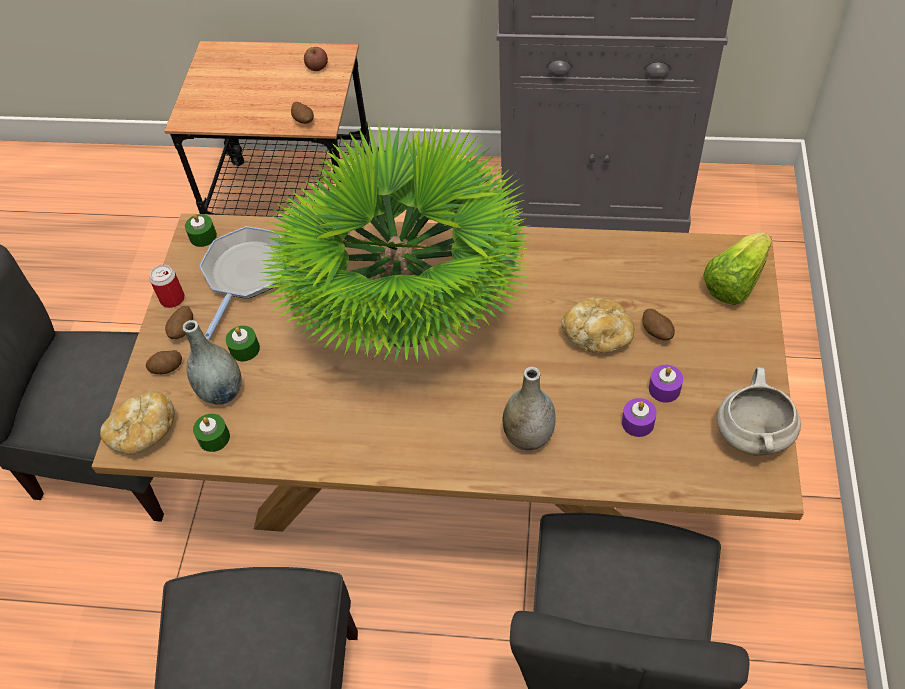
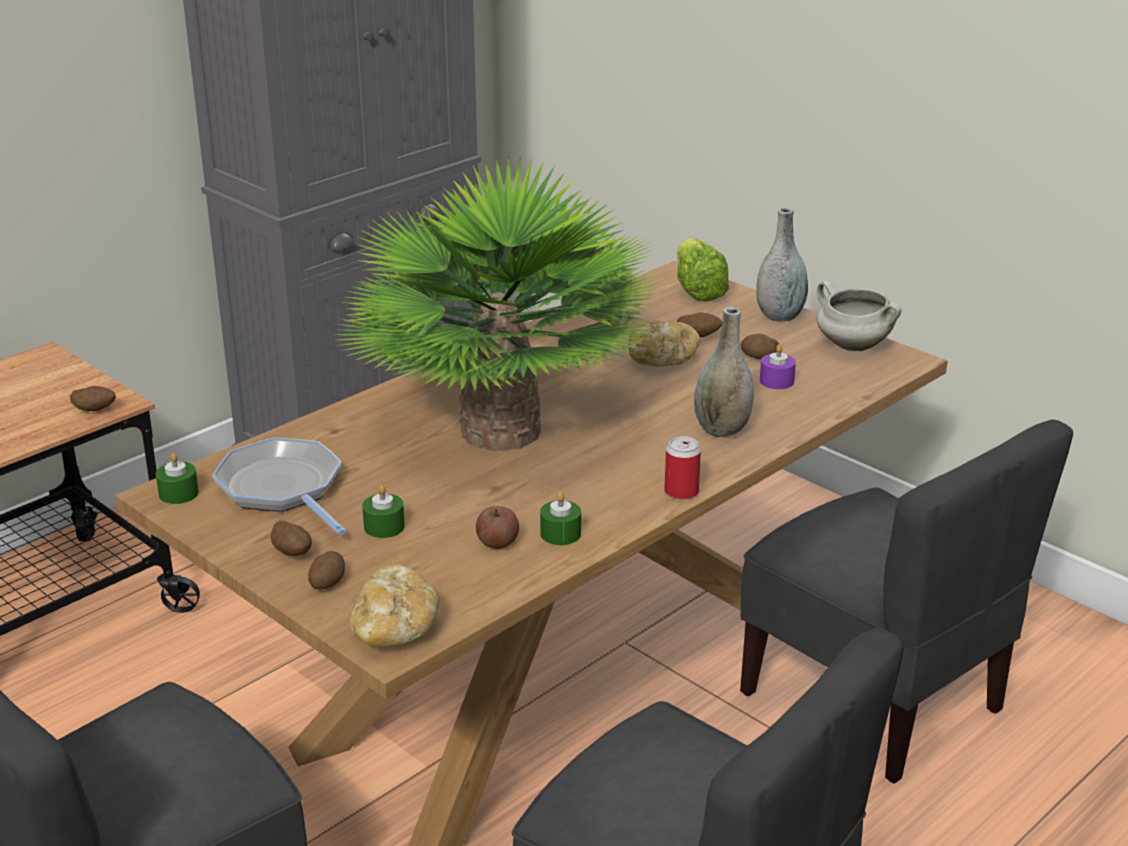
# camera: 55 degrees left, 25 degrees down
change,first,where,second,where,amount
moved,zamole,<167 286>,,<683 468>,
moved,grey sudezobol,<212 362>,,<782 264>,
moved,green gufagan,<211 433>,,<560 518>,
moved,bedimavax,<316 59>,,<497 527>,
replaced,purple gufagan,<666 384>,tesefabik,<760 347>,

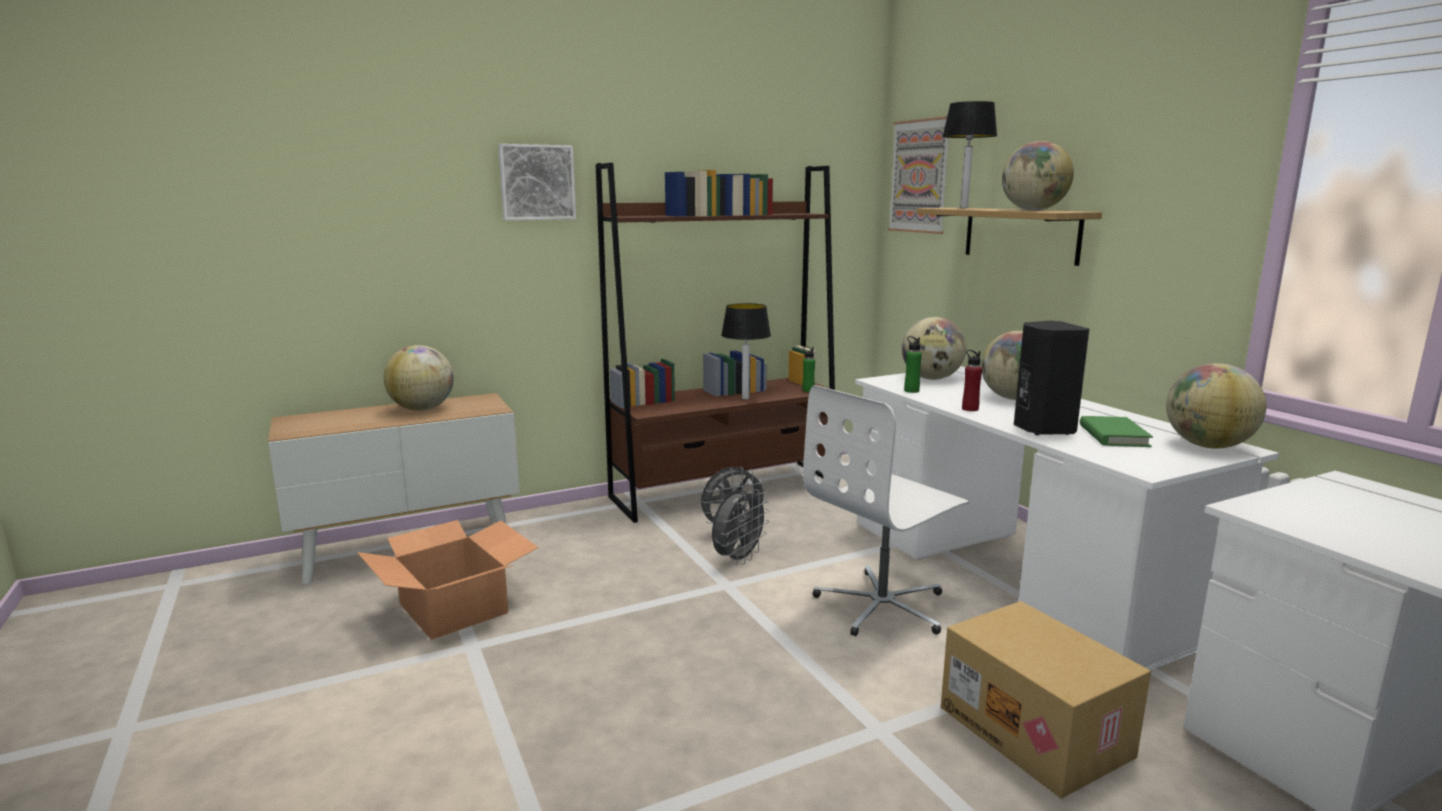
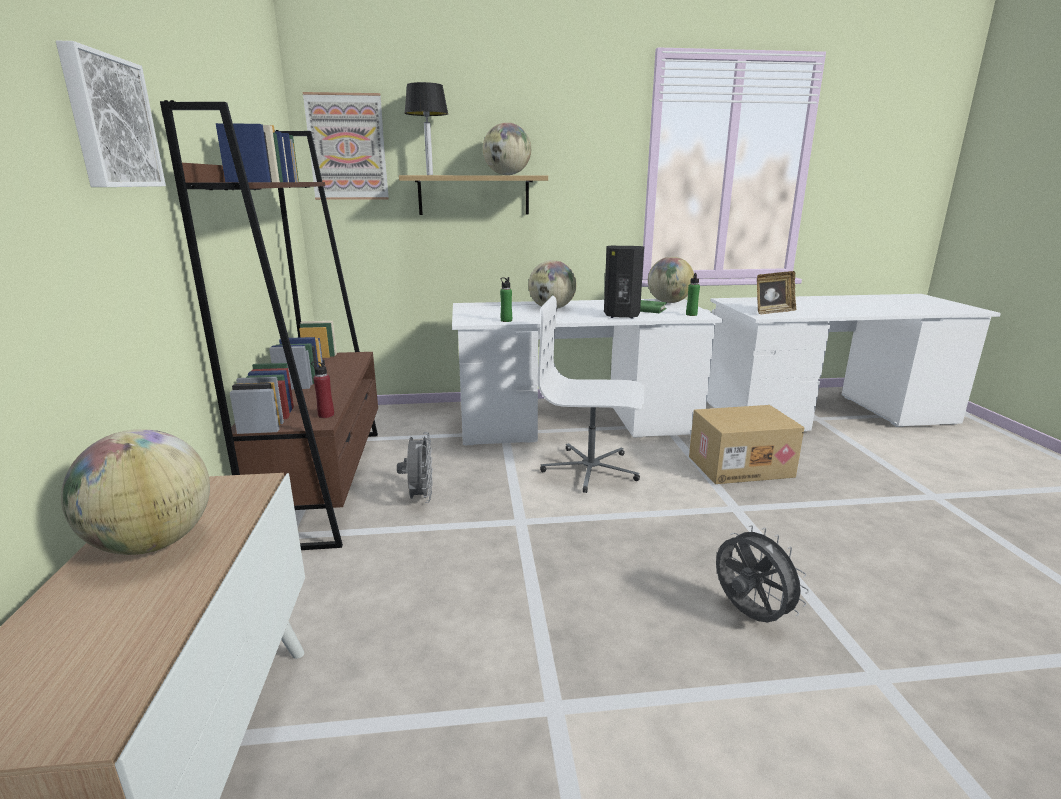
# camera: 70 degrees left, 5 degrees up
change,first,where,second,where,amount
removed,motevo,<448 580>,,,
moved,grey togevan,<741 527>,,<762 573>,
removed,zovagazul,<746 351>,,,
moved,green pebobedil,<808 369>,,<693 294>,
turned,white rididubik,<886 510>,,<591 394>,120 degrees clockwise
removed,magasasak,<934 348>,,,
moved,red pebobedil,<972 380>,,<322 389>,
added,,,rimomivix,<777 292>,

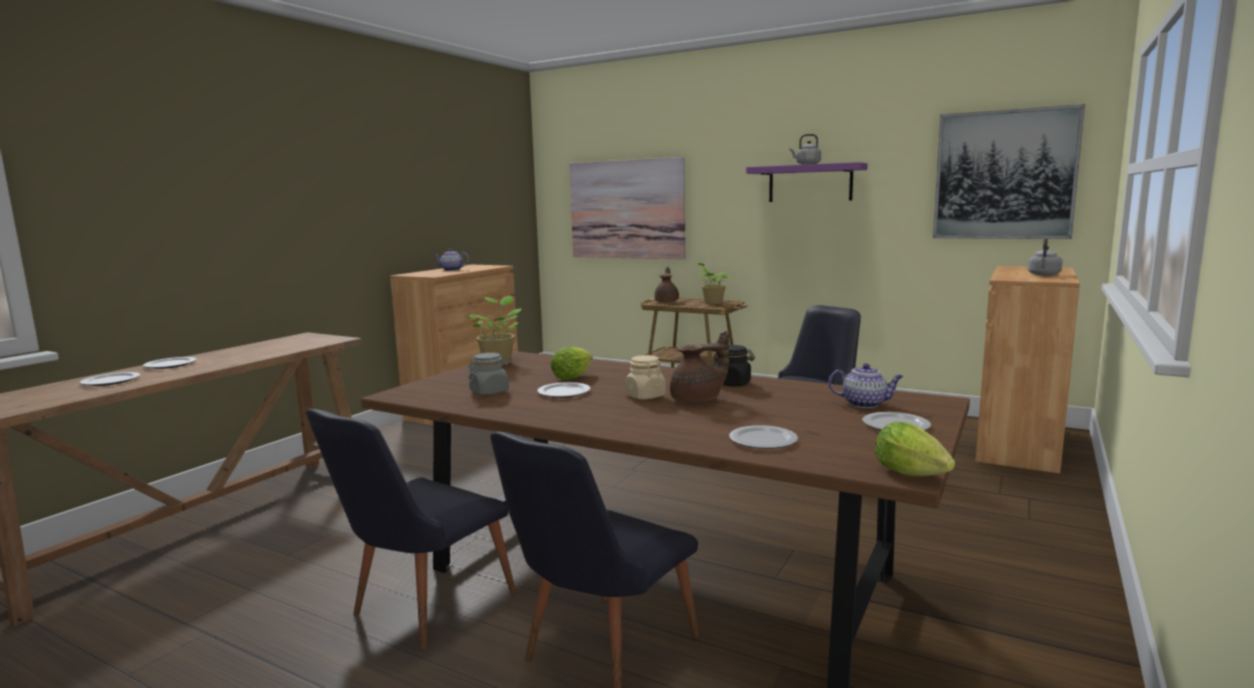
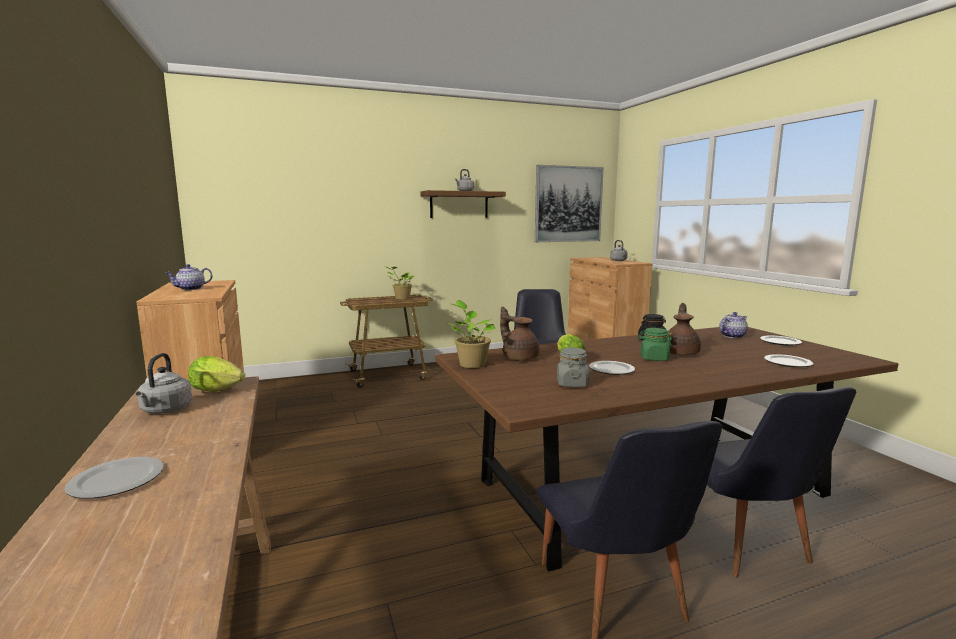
# camera: 50 degrees left, 0 degrees up
change,first,where,second,where,amount
removed,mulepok,<110 379>,,,
removed,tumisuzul,<627 208>,,,
recoloured,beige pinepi,<645 377>,green pinepi,<655 344>,
moved,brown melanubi,<666 285>,,<519 334>,
recoloured,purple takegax,<806 182>,brown takegax,<463 204>,
moved,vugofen,<915 449>,,<216 374>,
added,,,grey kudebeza,<164 383>,

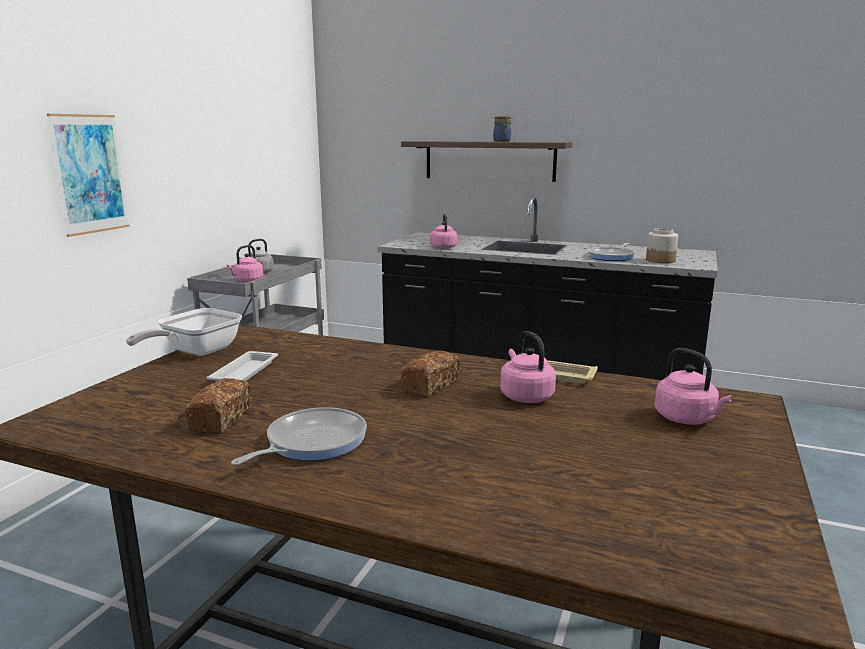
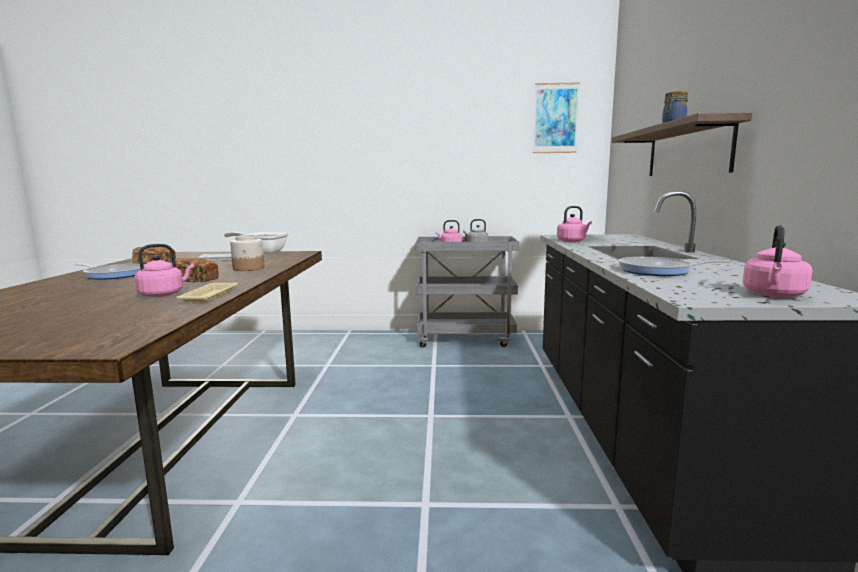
# camera: 70 degrees right, 5 degrees down
change,first,where,second,where,amount
moved,tumisuzul,<88 175>,,<556 117>,
moved,pinepi,<662 245>,,<247 253>,
moved,pink kudebeza,<693 386>,,<777 261>,

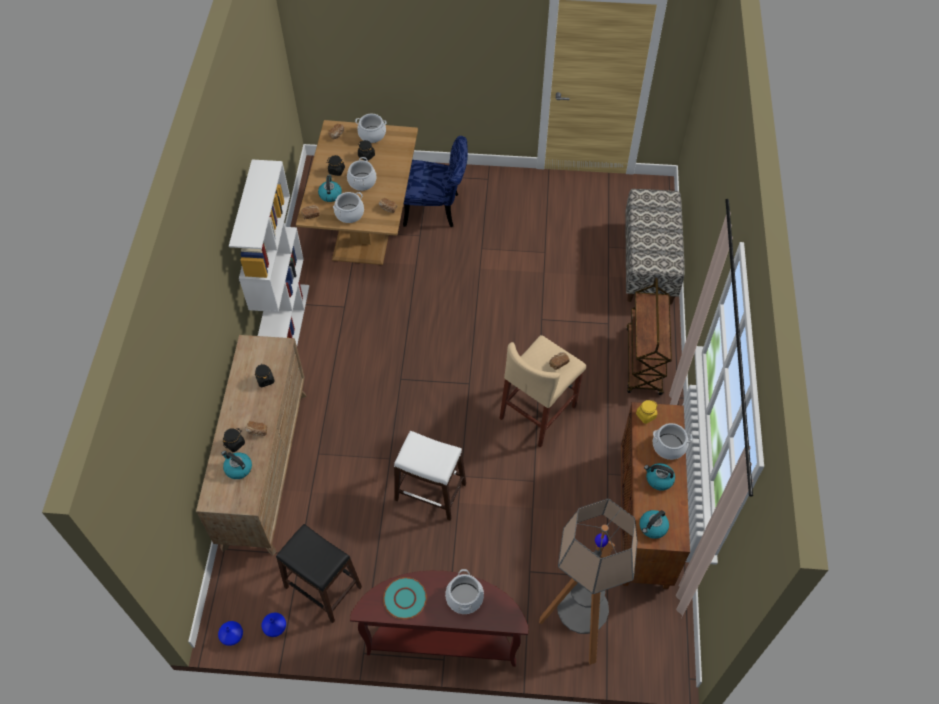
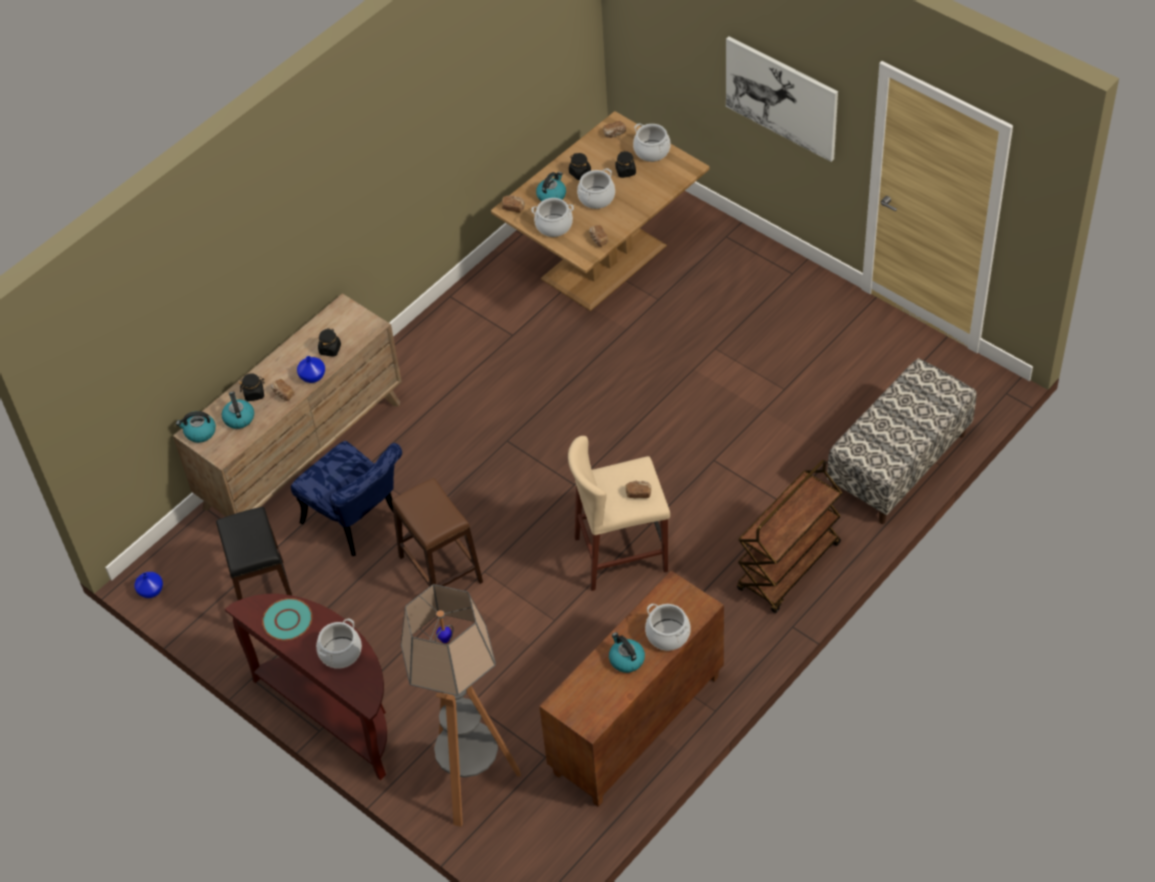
# camera: 40 degrees right, 5 degrees down
change,first,where,second,where,amount
removed,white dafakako,<269 252>,,,
moved,blue sudezobol,<274 624>,,<311 369>,
recoloured,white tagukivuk,<430 476>,brown tagukivuk,<437 532>,
moved,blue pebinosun,<435 182>,,<346 498>,
removed,yellow pinepi,<646 412>,,,
moved,kudebeza,<654 524>,,<196 427>,
added,,,tumisuzul,<782 99>,

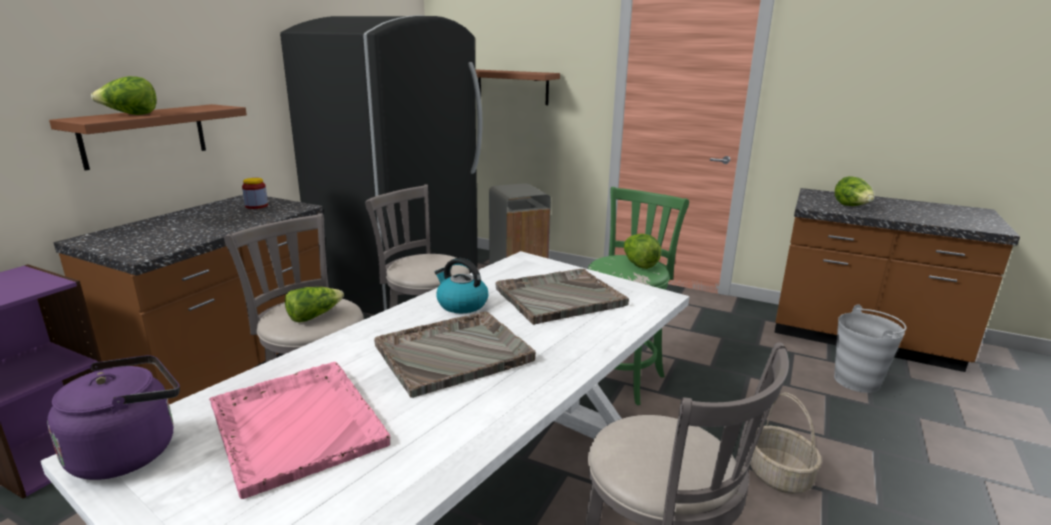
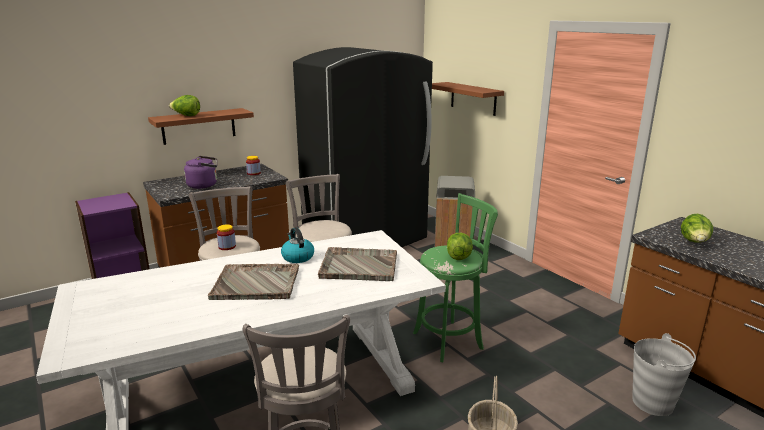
# camera: 30 degrees right, 0 degrees up
change,first,where,second,where,amount
moved,purple kudebeza,<113 417>,,<200 172>,
removed,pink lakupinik,<299 430>,,,
replaced,vugofen,<314 304>,pinepi,<226 237>,

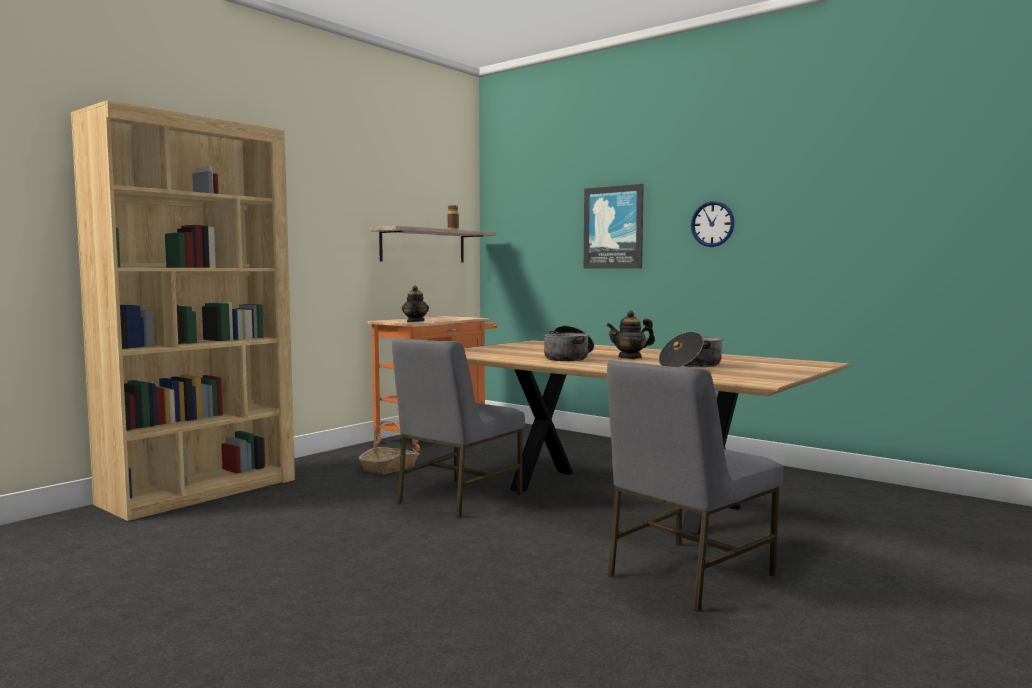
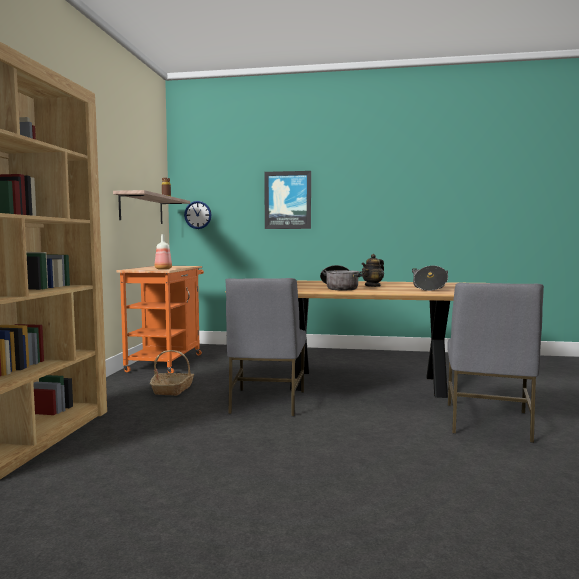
# camera: 30 degrees left, 0 degrees up
change,first,where,second,where,amount
replaced,melanubi,<415 304>,pebobedil,<163 252>,
moved,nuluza,<713 224>,,<197 215>,

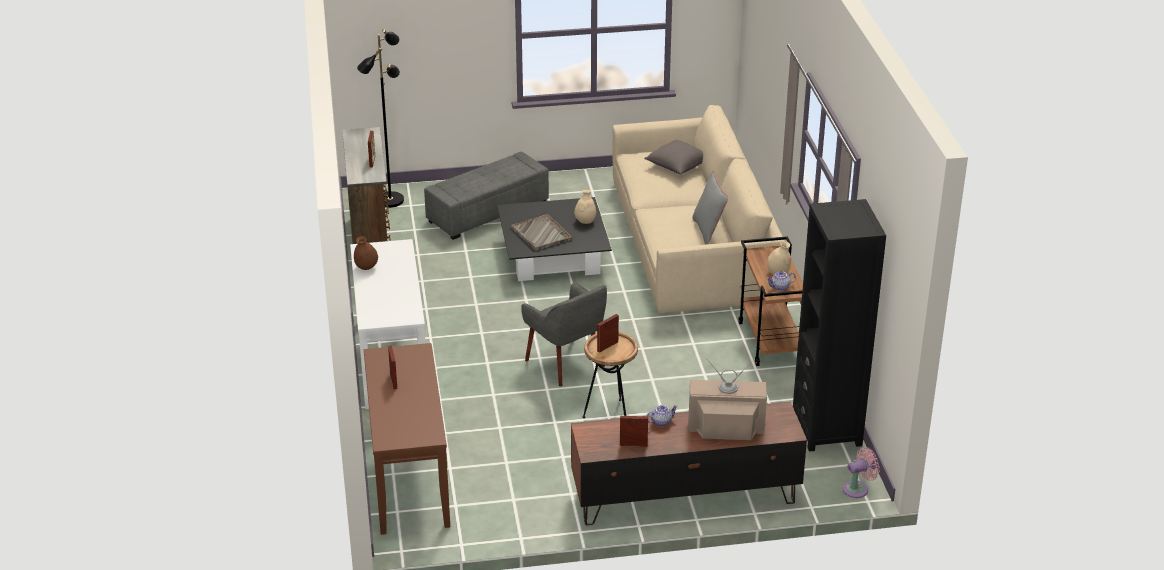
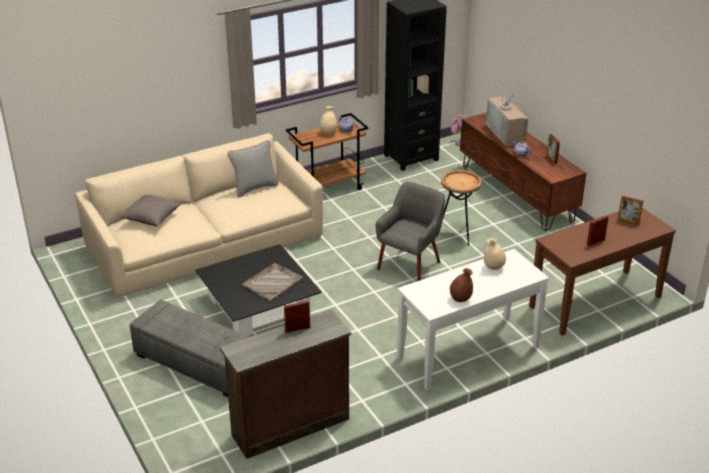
# camera: 110 degrees left, 0 degrees up
change,first,where,second,where,amount
removed,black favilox,<380 118>,,,
moved,beige sudezobol,<585 207>,,<495 254>,
moved,rimomivix,<608 333>,,<630 210>,

